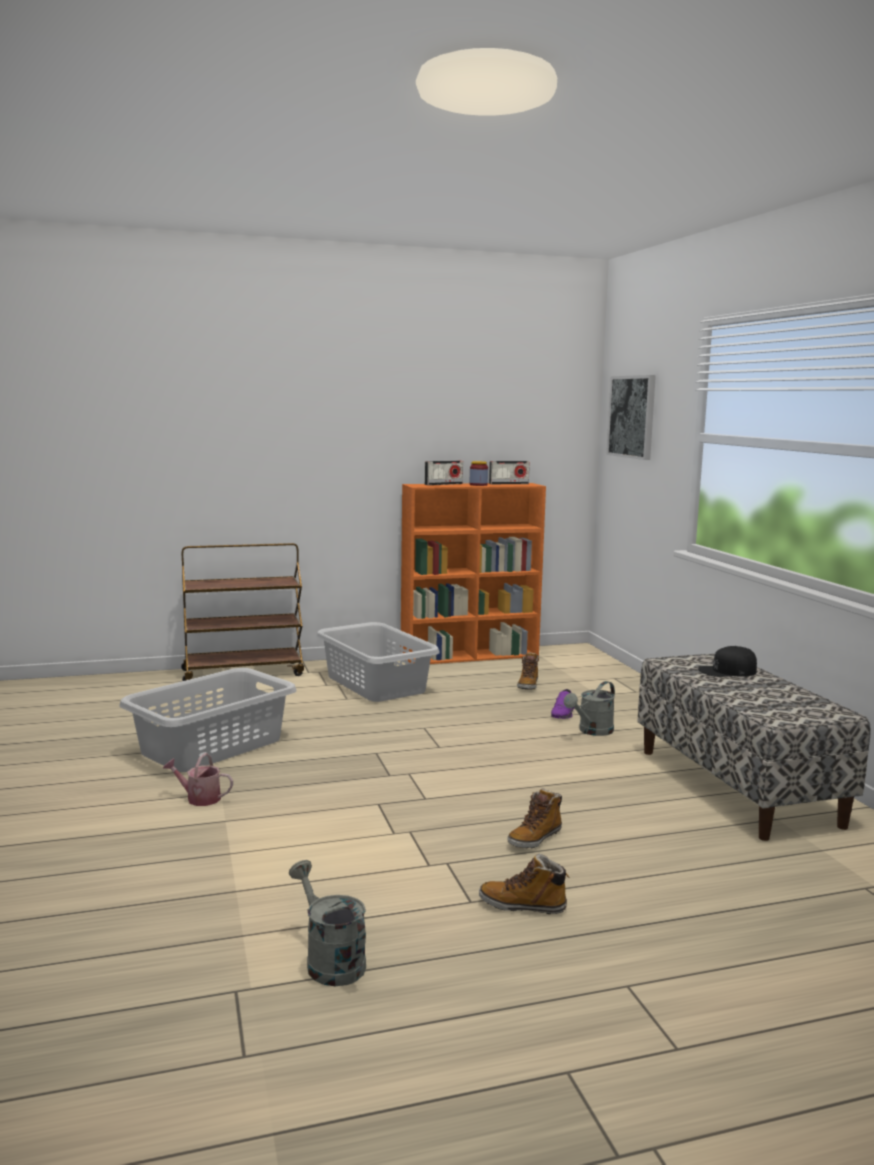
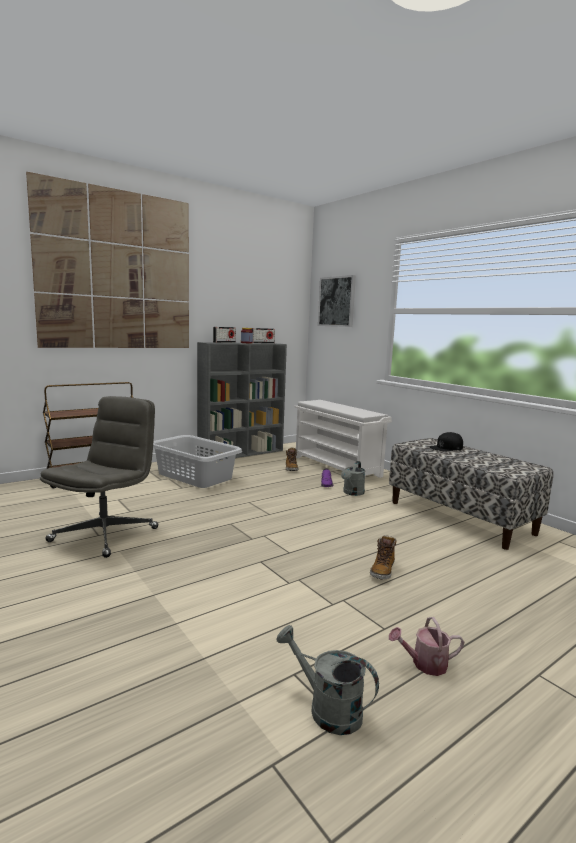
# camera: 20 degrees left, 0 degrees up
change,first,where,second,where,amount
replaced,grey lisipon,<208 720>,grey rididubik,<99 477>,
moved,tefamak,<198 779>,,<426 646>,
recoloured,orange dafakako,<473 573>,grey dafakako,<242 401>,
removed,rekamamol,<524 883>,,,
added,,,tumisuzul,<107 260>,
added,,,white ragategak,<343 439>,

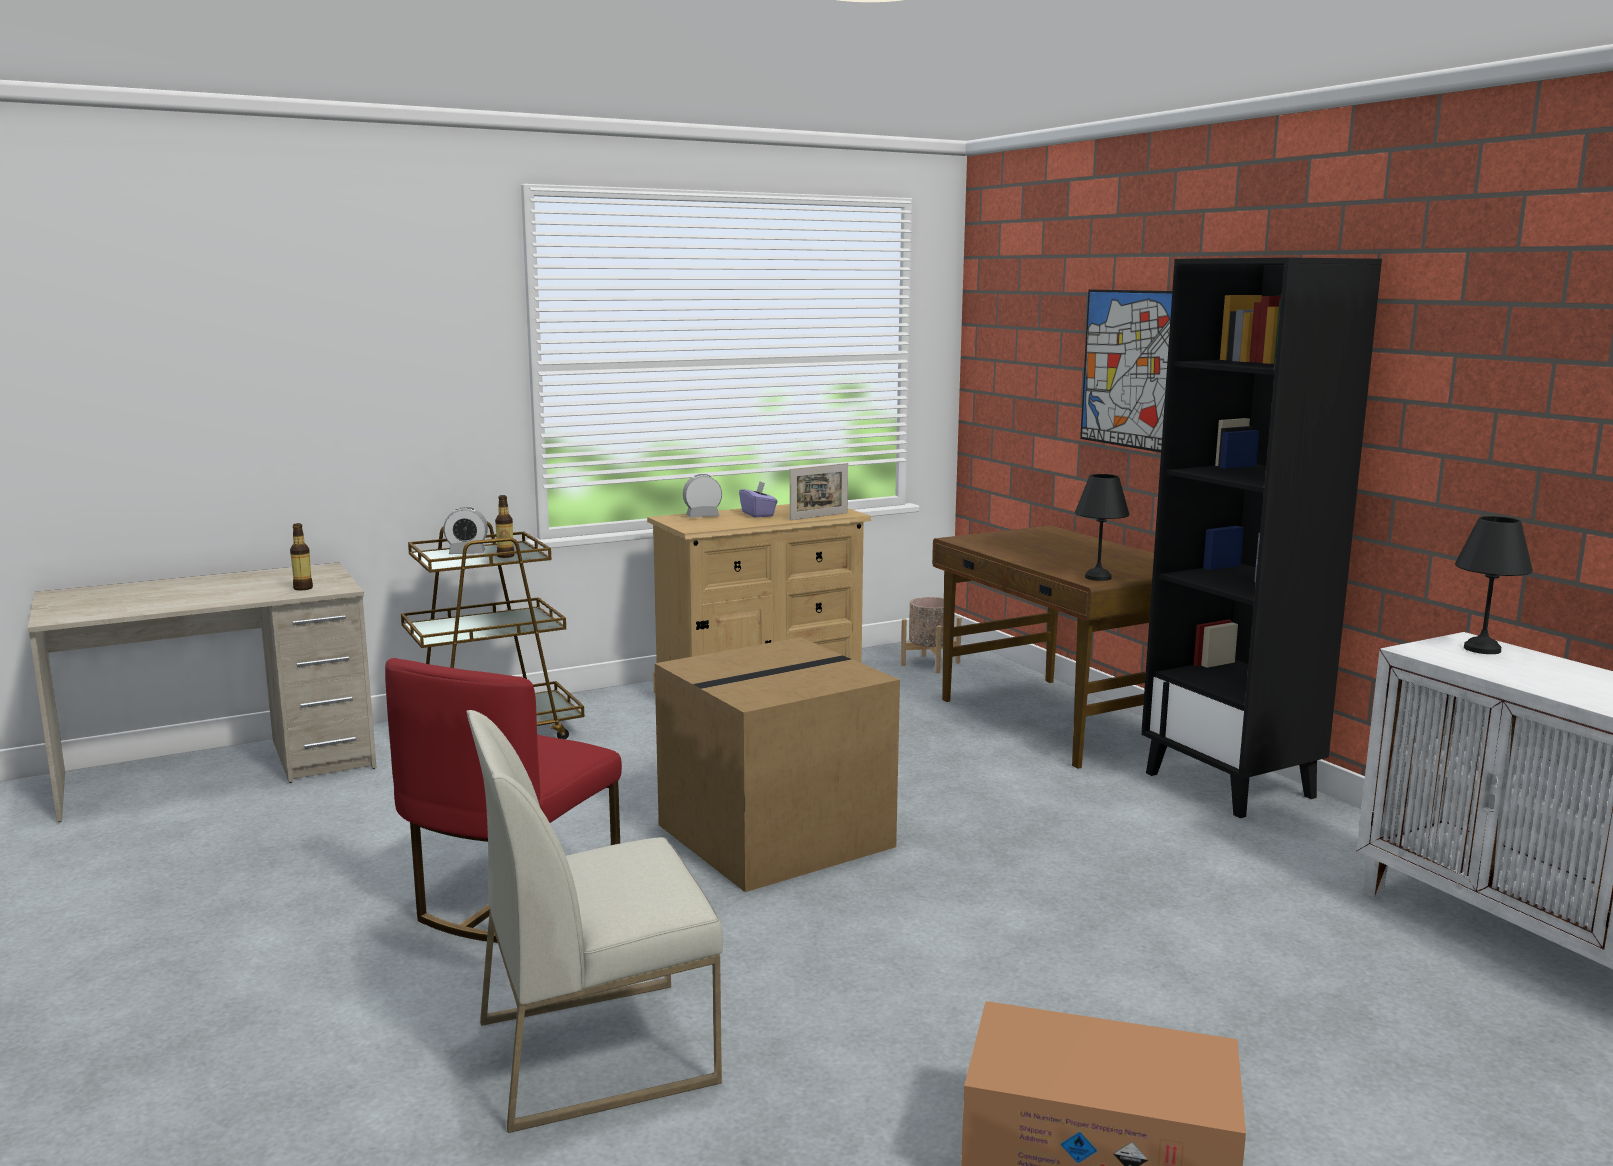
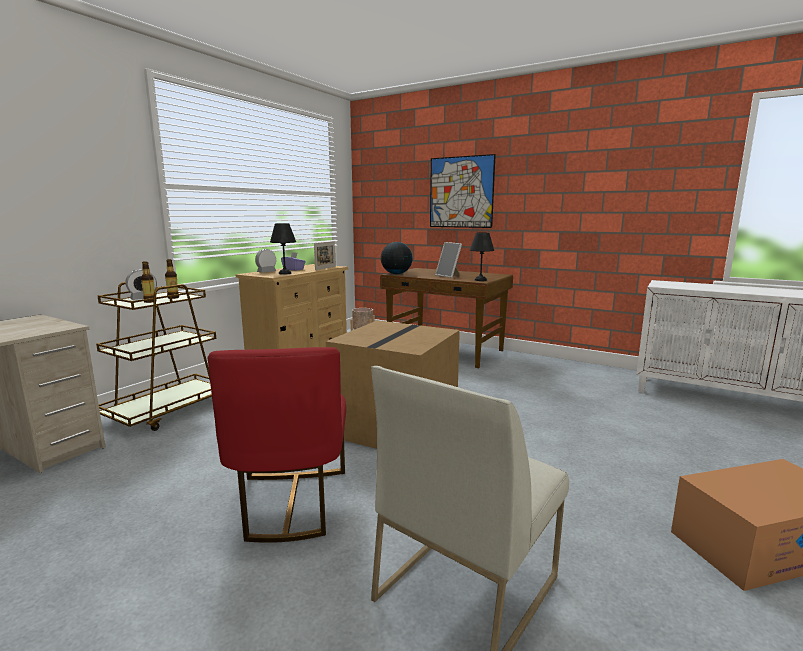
# camera: 30 degrees left, 0 degrees up
change,first,where,second,where,amount
moved,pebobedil,<301 556>,,<148 282>,
removed,black dafakako,<1261 537>,,,
moved,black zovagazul,<1494 585>,,<283 249>,
added,,,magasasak,<397 258>,
added,,,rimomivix,<448 260>,

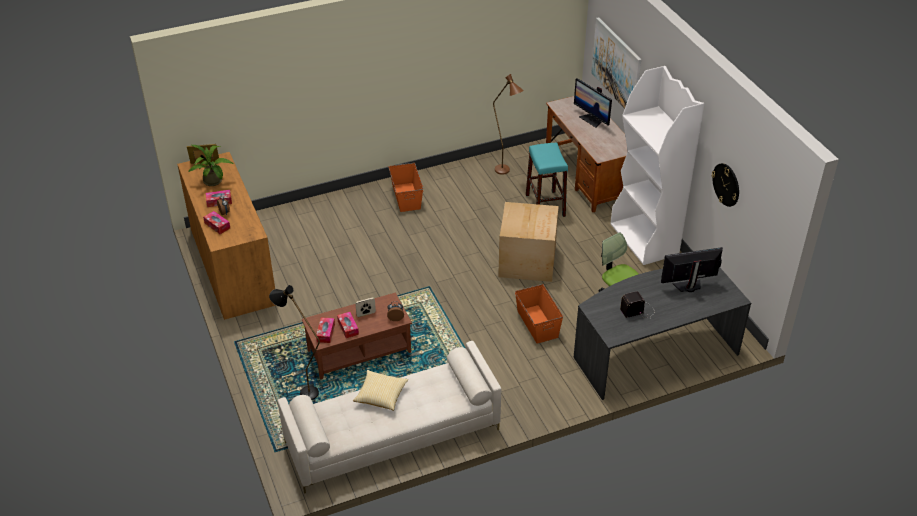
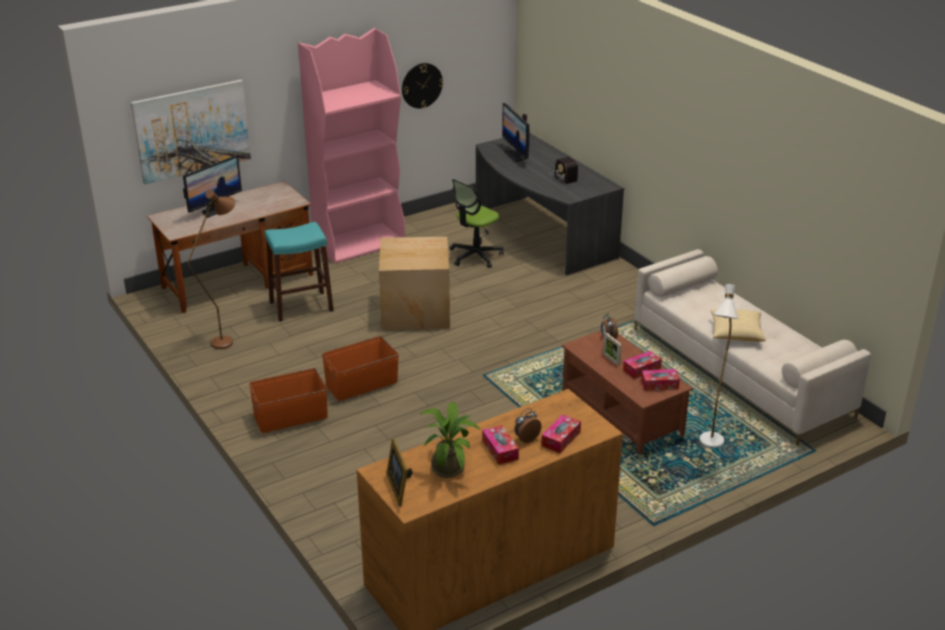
# camera: 100 degrees left, 10 degrees down
change,first,where,second,where,amount
recoloured,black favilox,<294 342>,white favilox,<718 366>,
moved,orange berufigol,<539 314>,,<360 368>,
recoloured,white dafakako,<657 165>,pink dafakako,<351 146>,

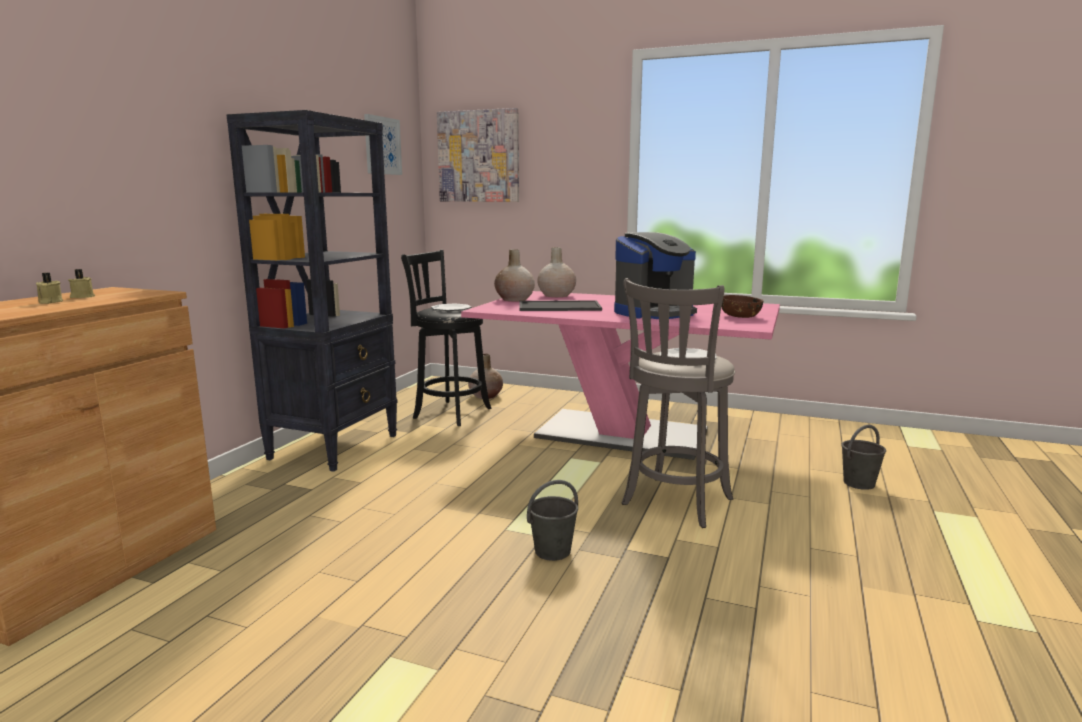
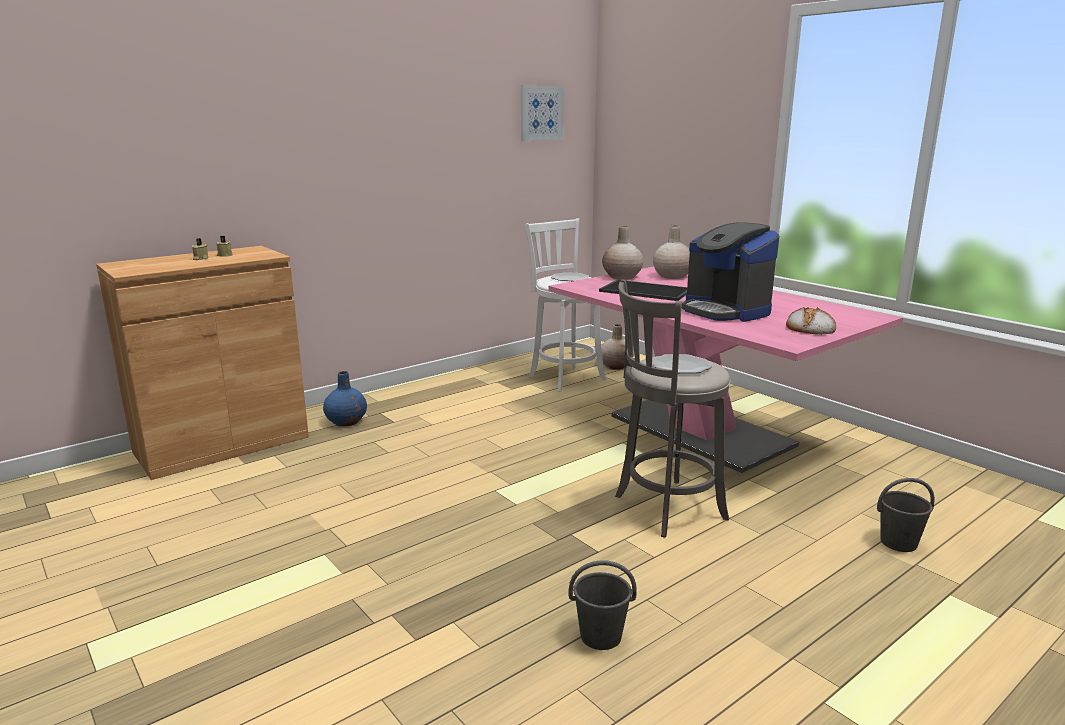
# camera: 30 degrees right, 5 degrees up
change,first,where,second,where,amount
removed,black dafakako,<312 291>,,,
recoloured,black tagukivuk,<446 338>,white tagukivuk,<565 305>,
removed,tumisuzul,<478 155>,,,
moved,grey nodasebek,<552 520>,,<603 605>,
turned,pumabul,<655 275>,,<731 272>,60 degrees clockwise
replaced,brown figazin,<742 306>,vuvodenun,<811 321>,
added,,,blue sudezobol,<345 399>,

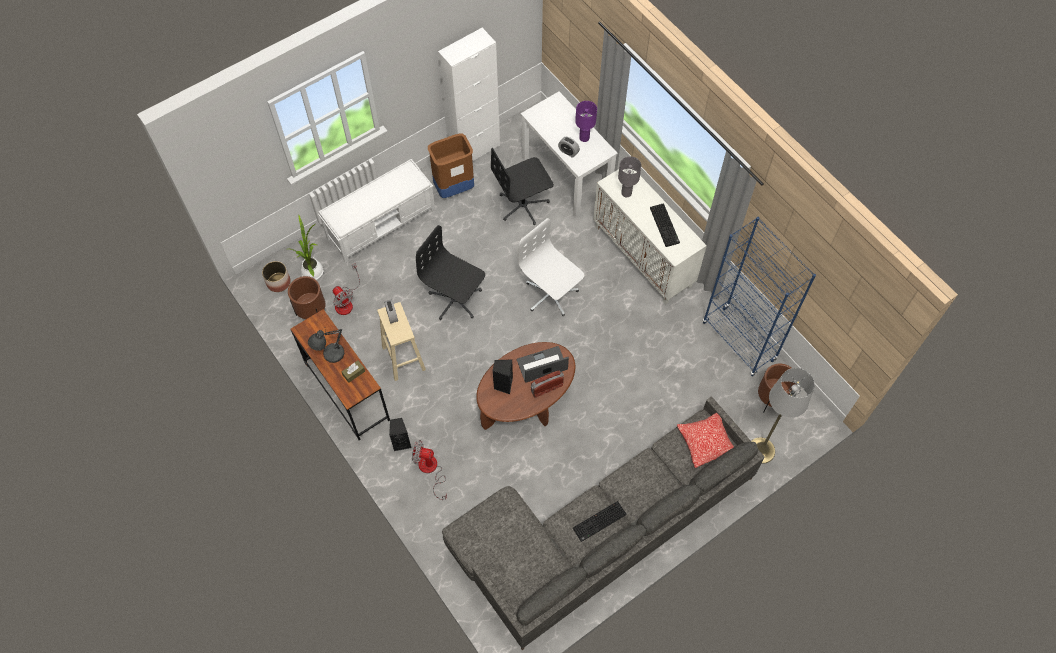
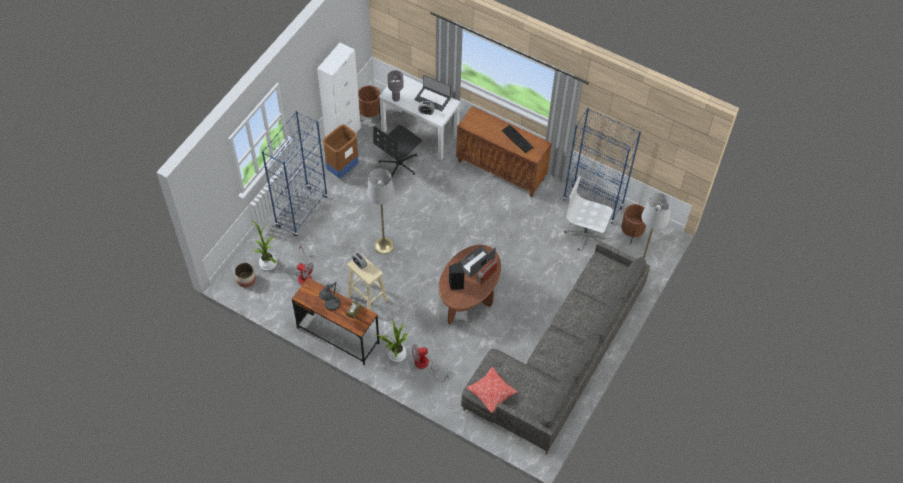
# camera: 25 degrees left, 5 degrees down
change,first,where,second,where,amount
moved,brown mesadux,<306 297>,,<369 103>,
replaced,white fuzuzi,<376 211>,blue dafakako,<295 174>,
replaced,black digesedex,<400 434>,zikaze,<391 341>,
replaced,black rididubik,<450 272>,grey favilox,<381 211>,
moved,white rididubik,<551 267>,,<588 213>,
removed,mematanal,<600 521>,,,
replaced,purple zovagazul,<586 121>,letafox,<432 93>,
recoloured,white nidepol,<650 236>,brown nidepol,<504 151>,
moved,grey zovagazul,<629 176>,,<396 86>,
moved,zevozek,<705 440>,,<492 390>,

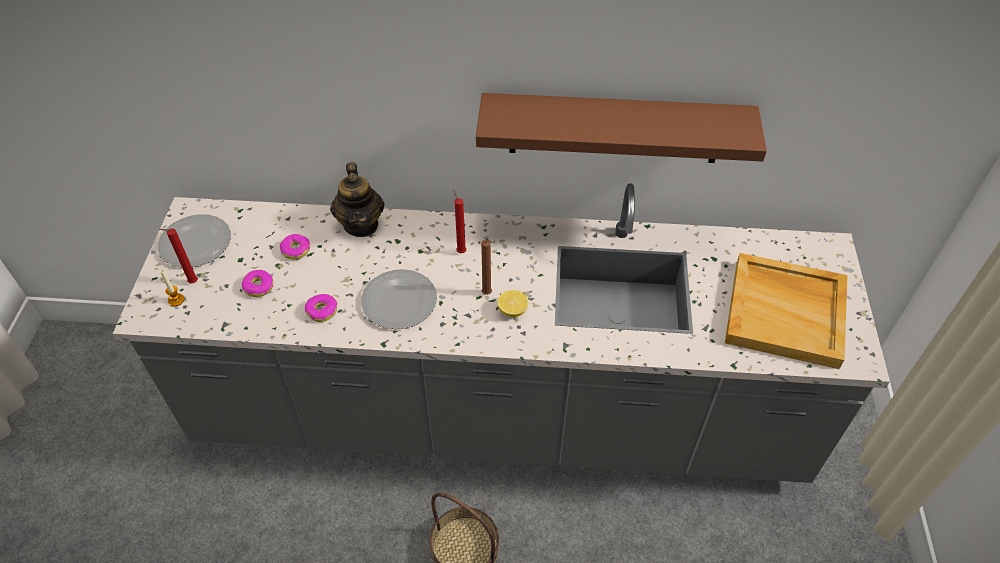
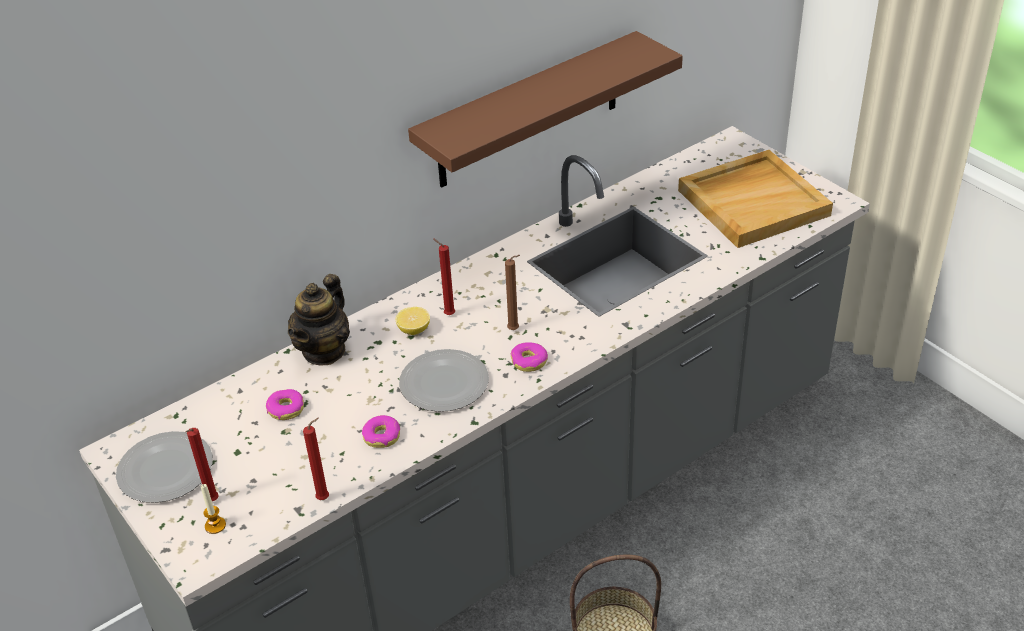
# camera: 40 degrees left, 10 degrees down
change,first,where,second,where,amount
moved,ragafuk,<257 283>,,<529 357>,
turned,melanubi,<357 199>,,<319 320>,75 degrees clockwise
moved,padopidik,<512 303>,,<413 321>,
added,,,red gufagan,<316 459>,

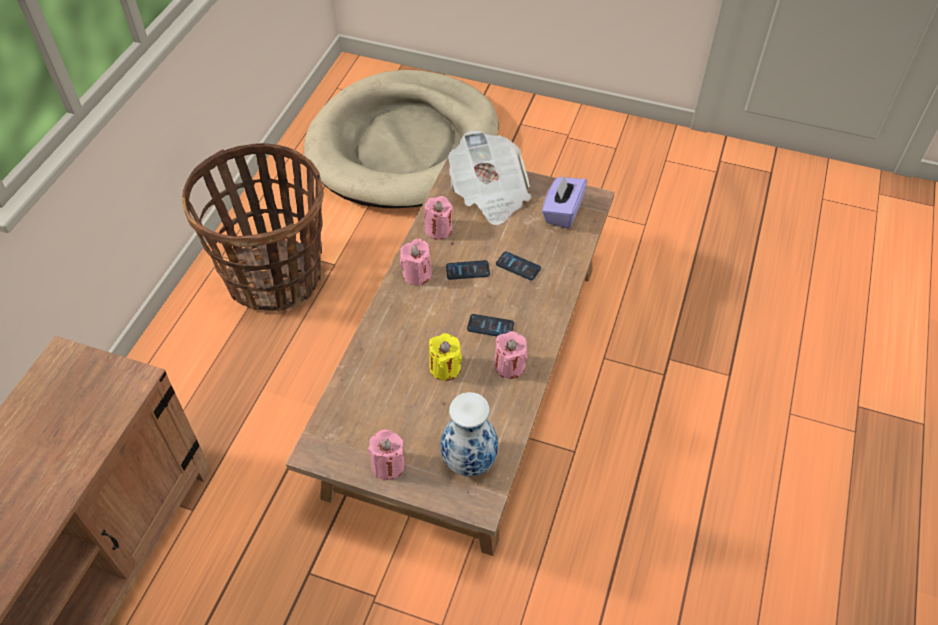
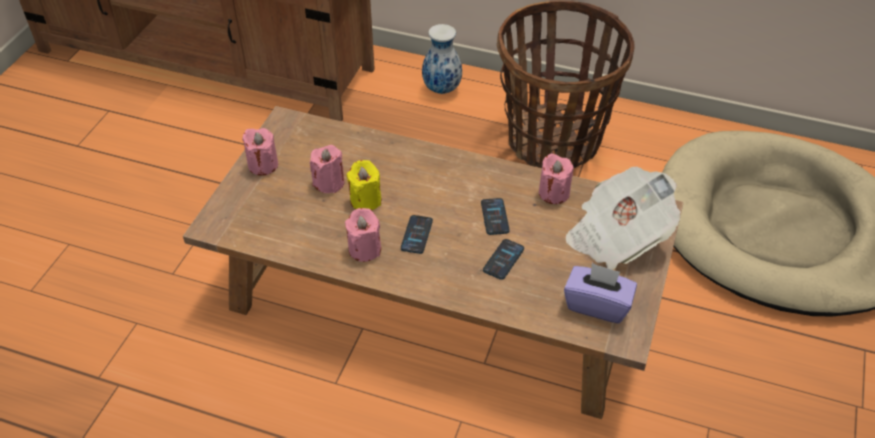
# camera: 90 degrees right, 5 degrees down
change,first,where,second,where,amount
moved,pink gufagan,<416 262>,,<327 169>,
moved,sudezobol,<469 434>,,<442 59>,

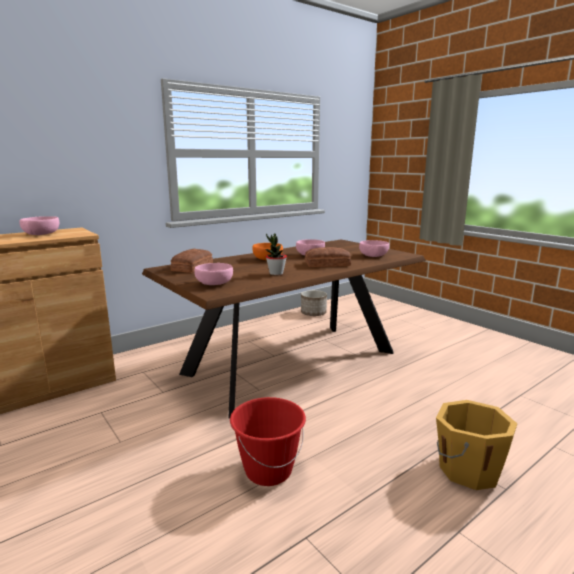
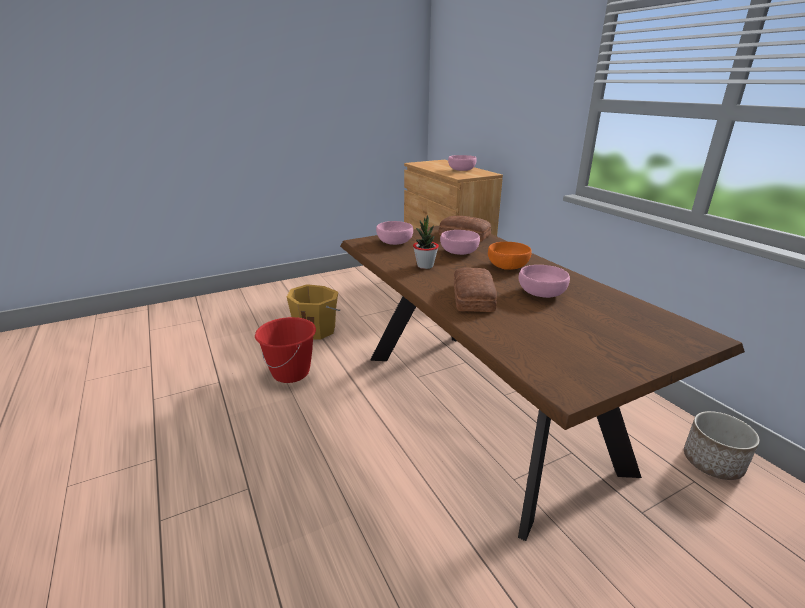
# camera: 100 degrees right, 10 degrees up
change,first,where,second,where,amount
moved,pink figazin,<374 248>,,<460 242>,
moved,orange nodasebek,<476 445>,,<313 312>,

